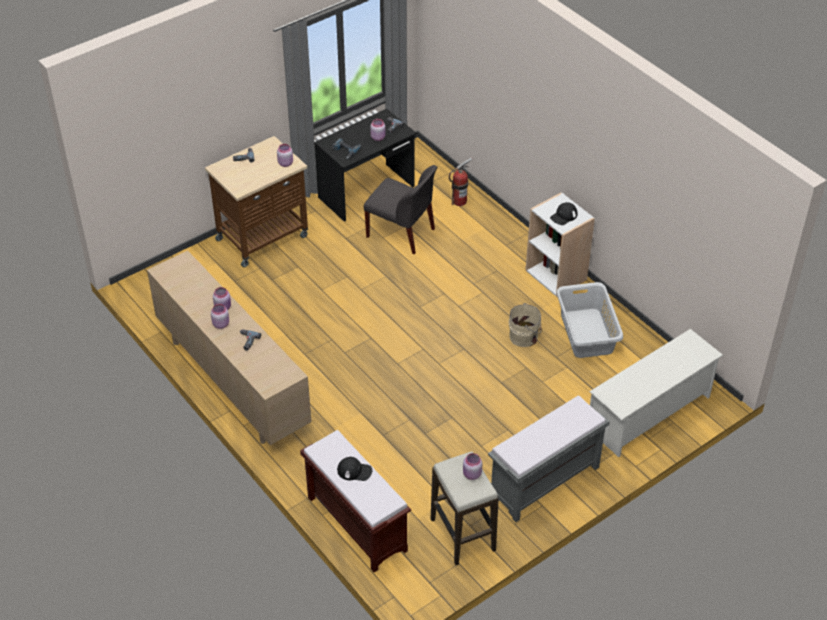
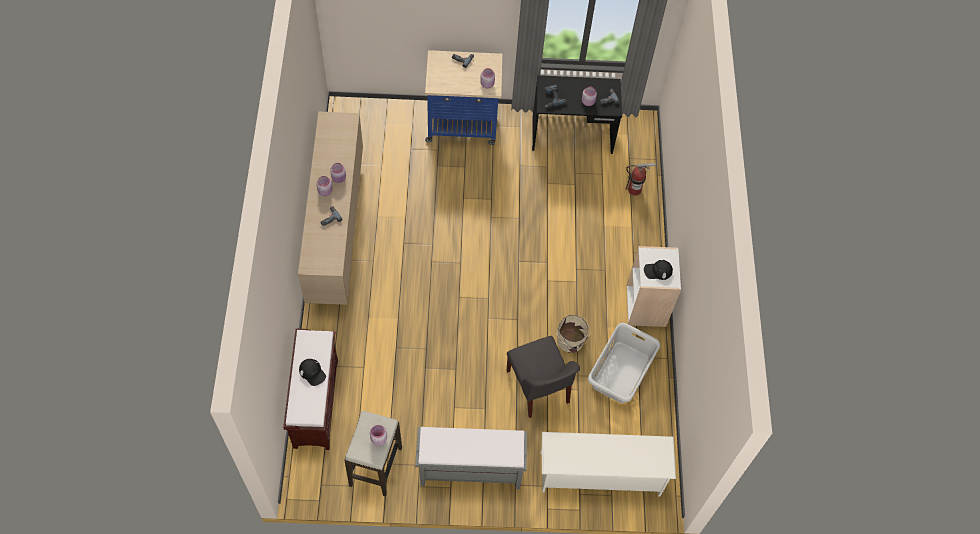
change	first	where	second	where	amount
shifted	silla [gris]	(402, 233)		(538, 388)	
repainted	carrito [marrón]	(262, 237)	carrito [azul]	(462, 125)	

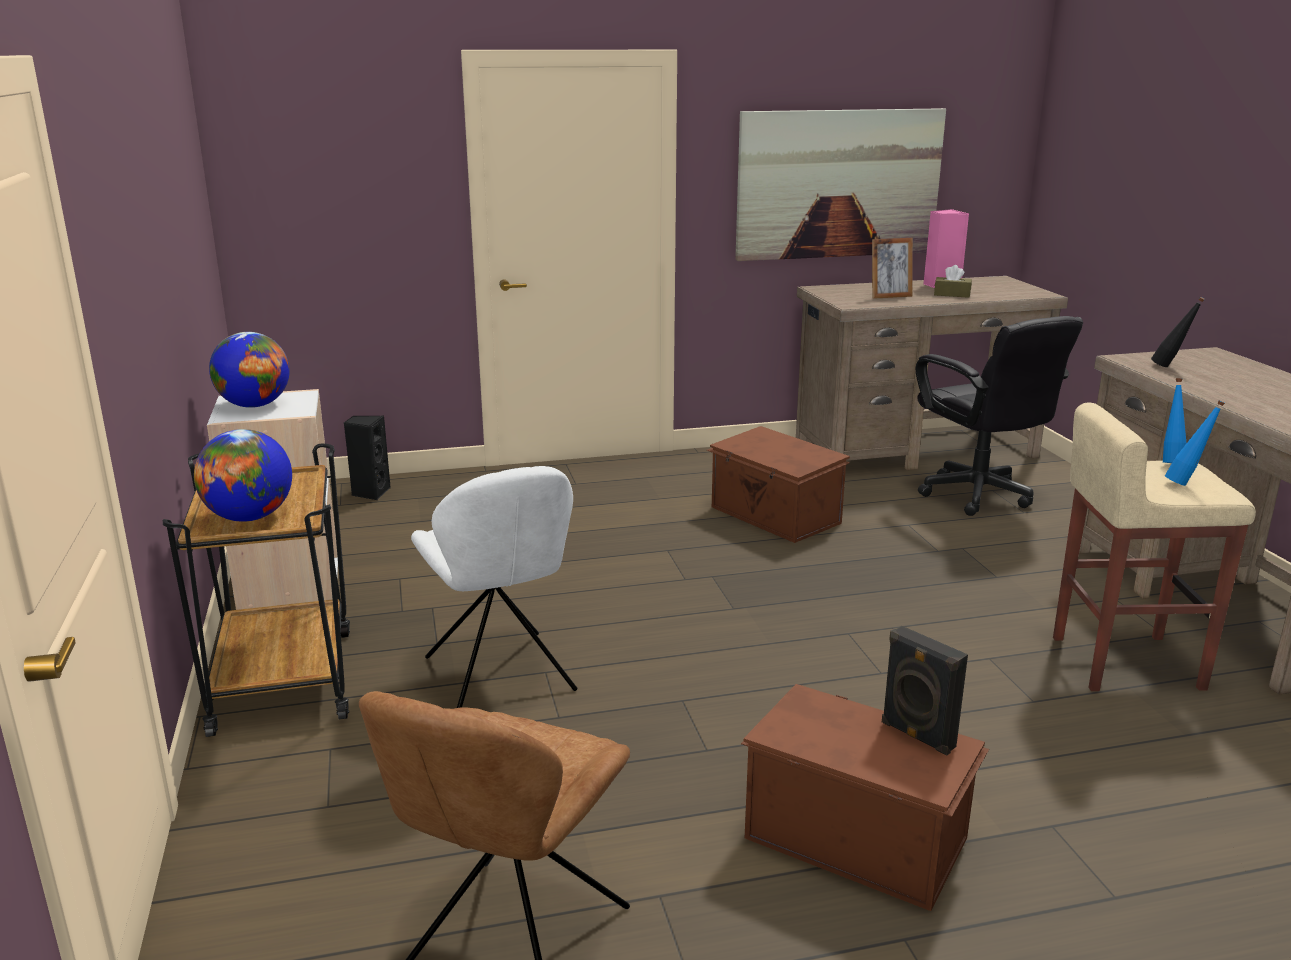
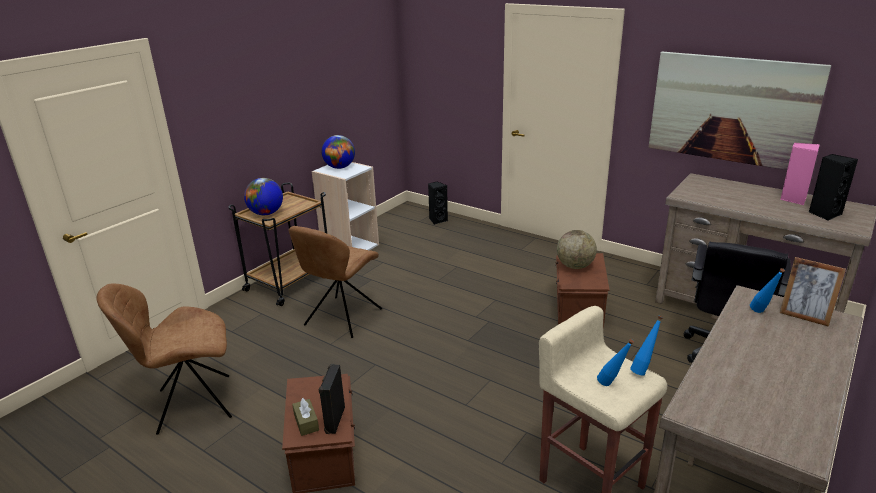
change	first	where	second	where	amount
new			globo terráqueo	(575, 266)	
new			altavoz [negro]	(824, 214)	
shifted	portarretratos	(890, 296)		(804, 316)	
shifted	caja de pañuelos [marrón]	(952, 294)		(306, 422)	
repainted	silla [blanco]	(501, 677)	silla [marrón]	(341, 318)	
repainted	botella [negro]	(1170, 367)	botella [azul]	(761, 313)	

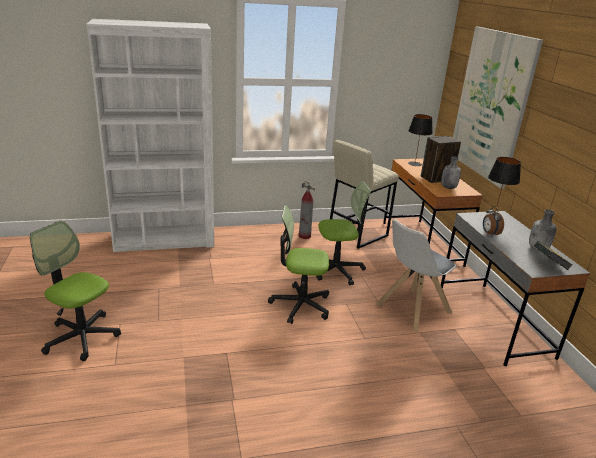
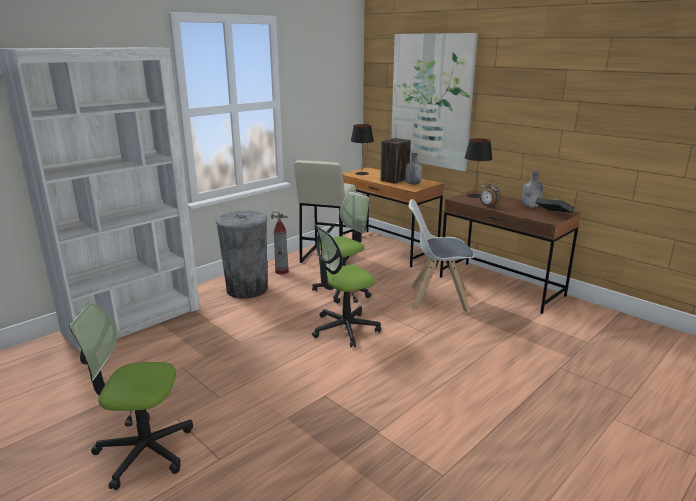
change	first	where	second	where	amount
new			papelera [gris]	(247, 289)	
repainted	escritorio [gris]	(493, 321)	escritorio [marrón]	(500, 286)	
rotated	silla	(412, 309)		(436, 298)	75 degrees clockwise

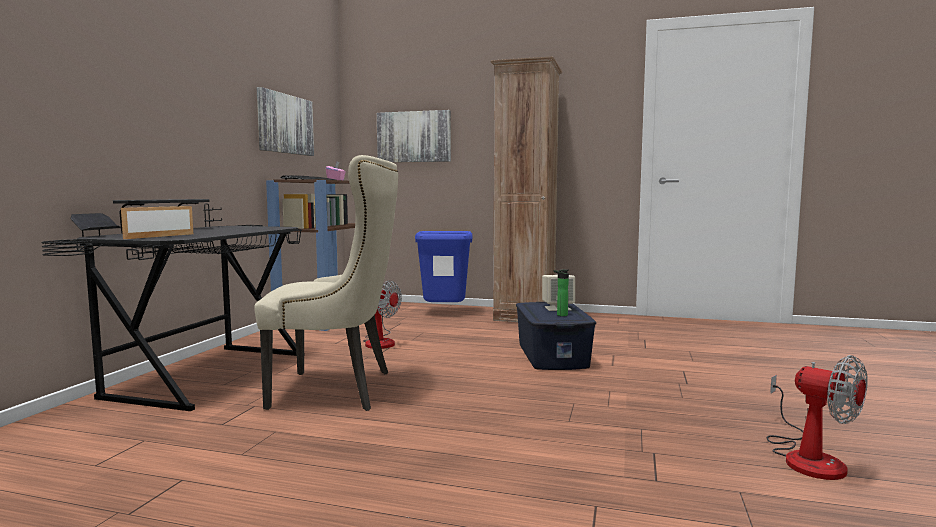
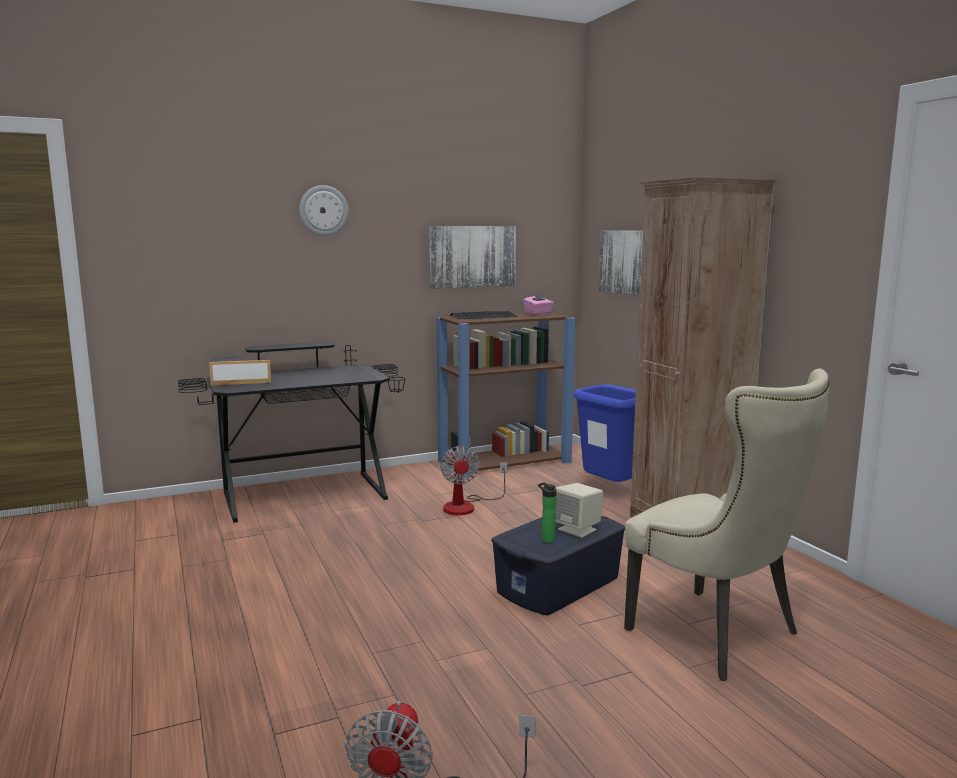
change	first	where	second	where	amount
new			reloj de pared	(323, 210)	
shifted	silla [beis]	(336, 390)		(715, 634)	

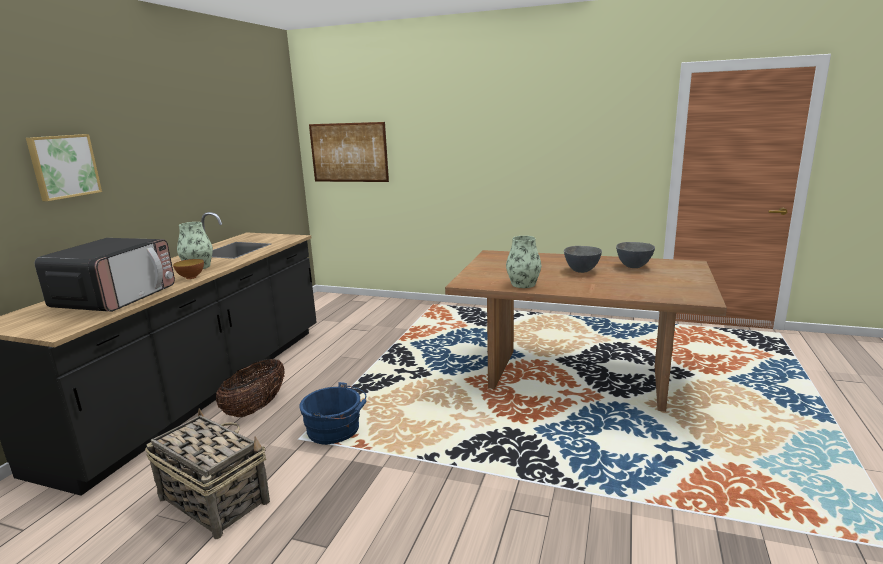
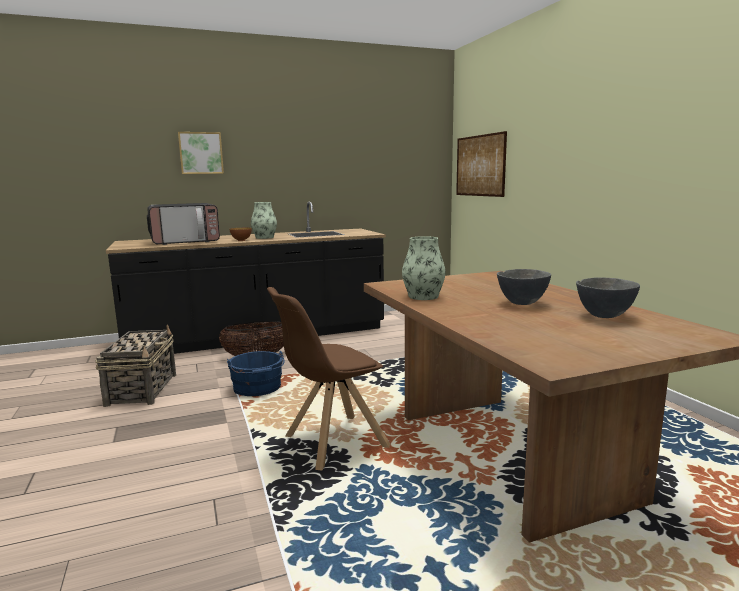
change	first	where	second	where	amount
new			silla [marrón]	(331, 443)	

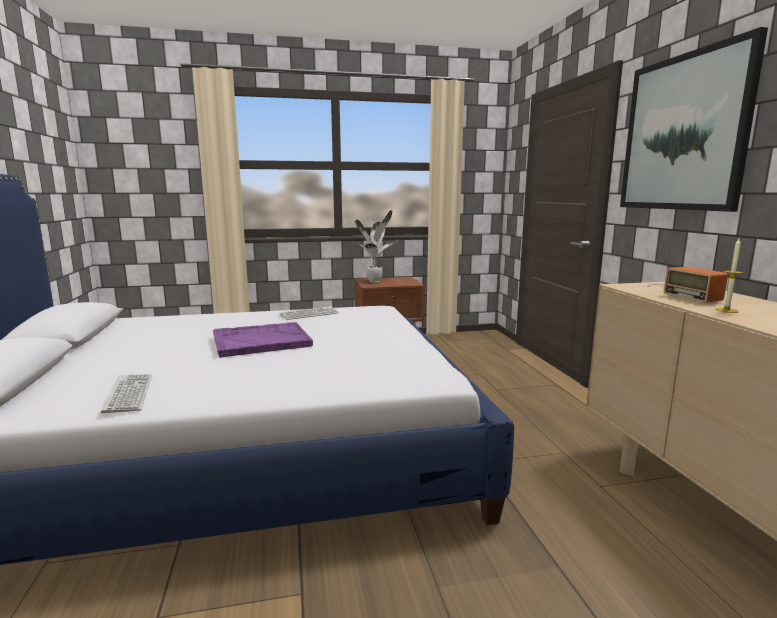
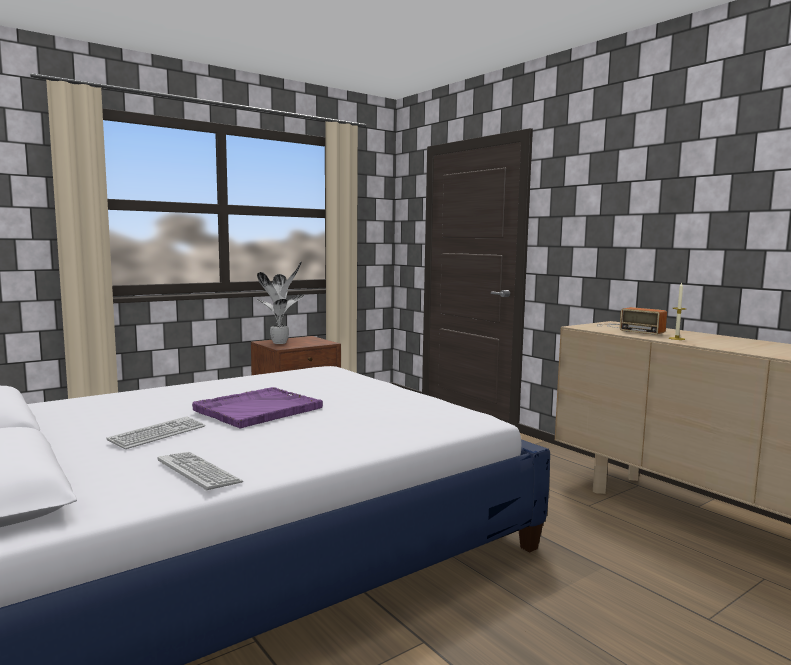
change	first	where	second	where	amount
gone	cuadro	(683, 133)			
shifted	teclado	(309, 314)		(158, 434)	

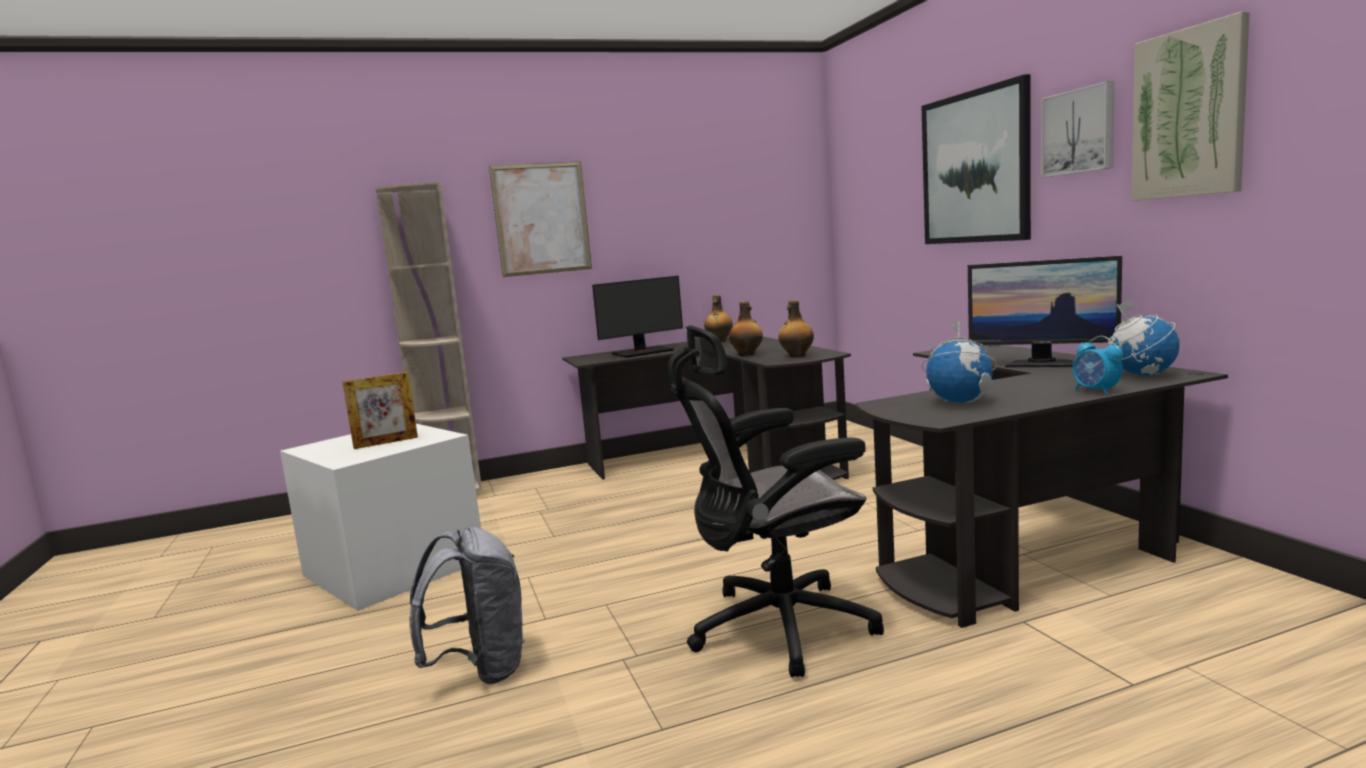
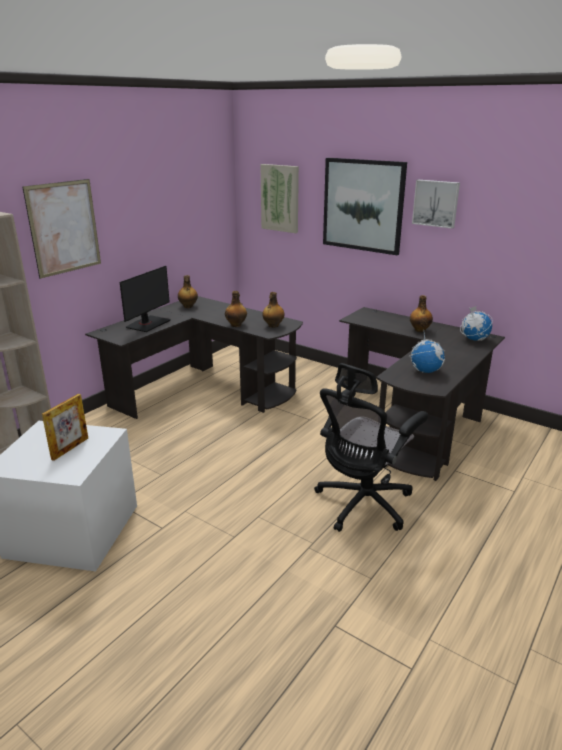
change	first	where	second	where	amount
gone	mochila [gris]	(480, 669)			
gone	despertador	(1096, 391)			
shifted	cuadro	(1189, 114)		(280, 198)	
swapped	monitor	(1041, 364)	botella	(419, 330)	

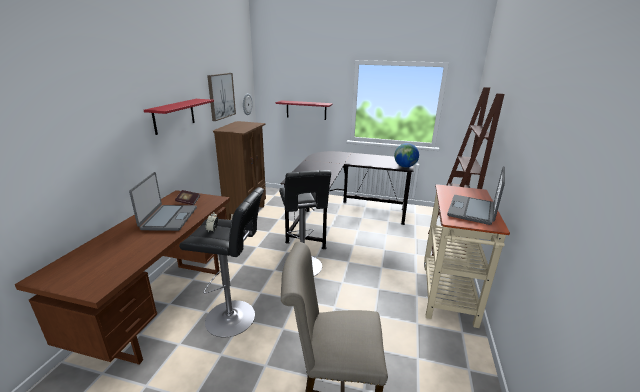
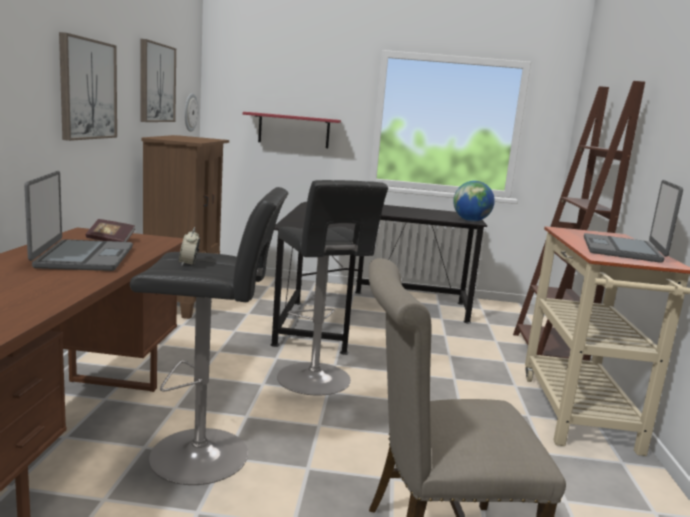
change	first	where	second	where	amount
swapped	estante [rojo]	(174, 116)	cuadro	(87, 89)	

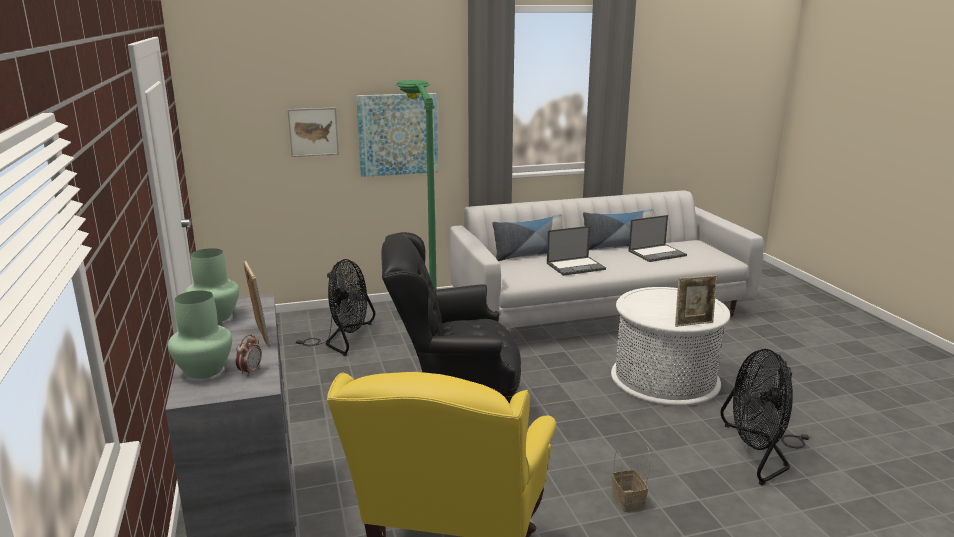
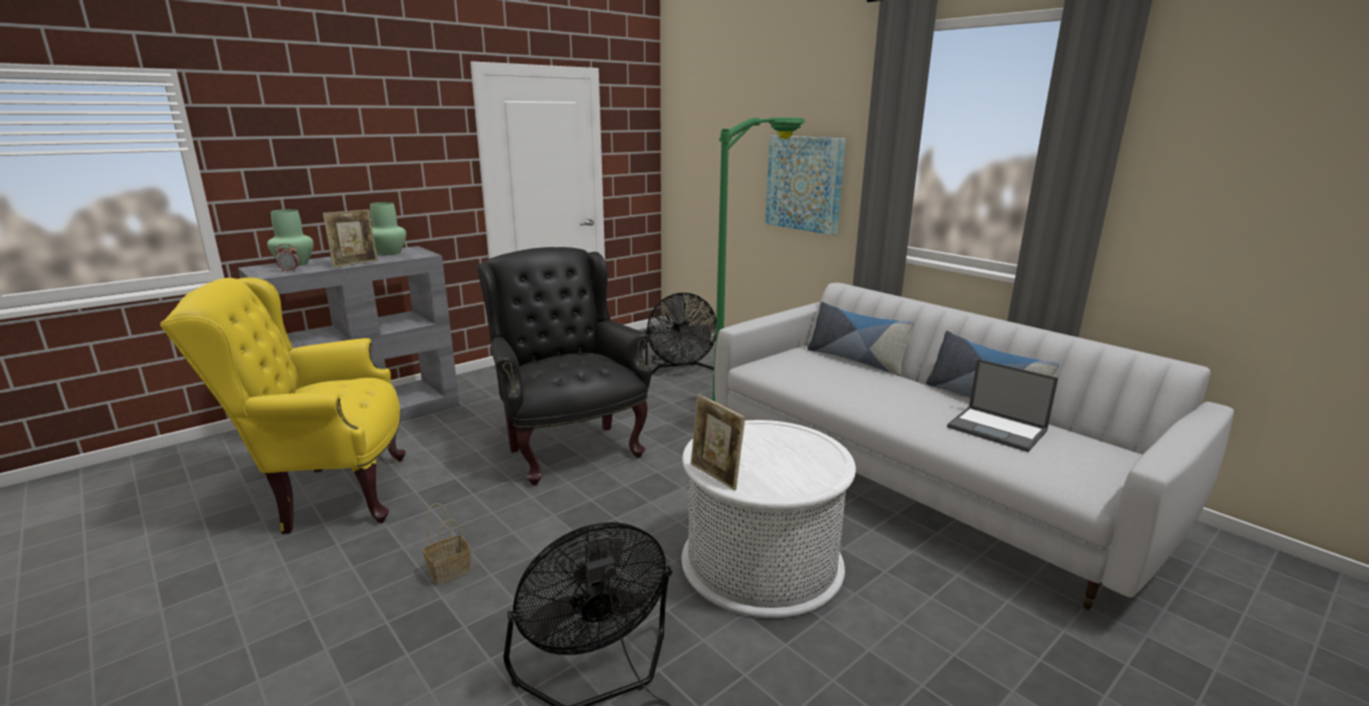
change	first	where	second	where	amount
gone	cuadro	(313, 132)			
gone	portátil	(576, 266)			

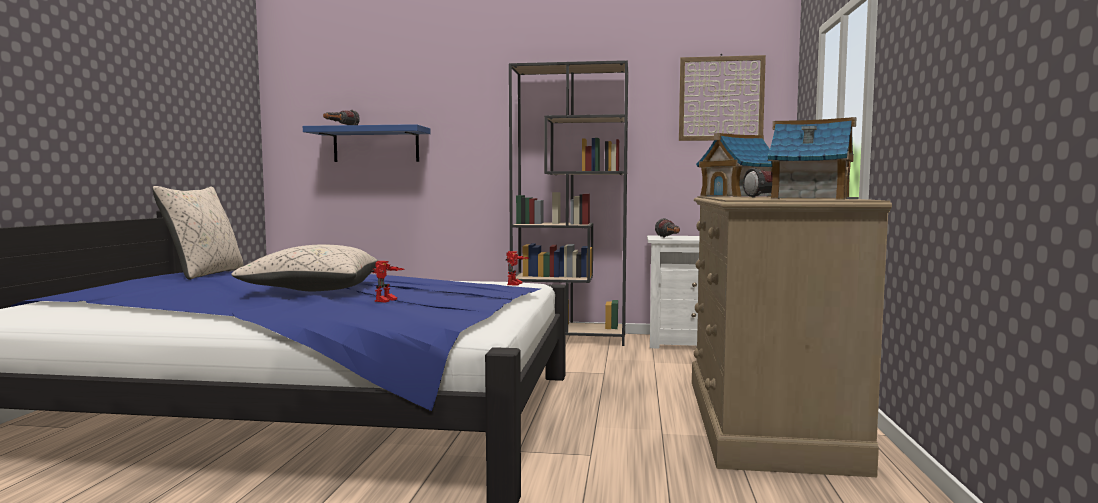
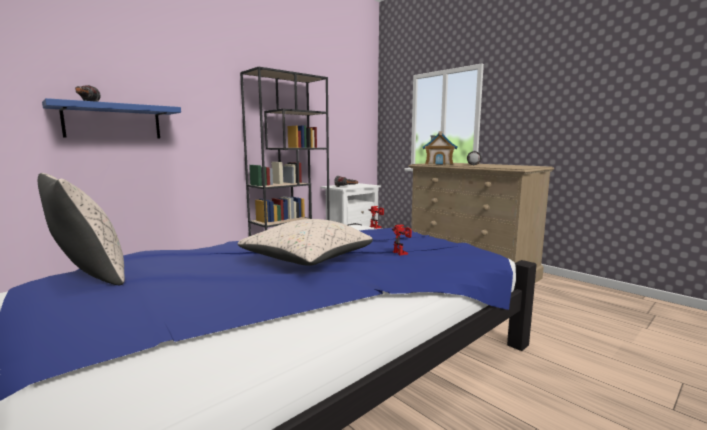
change	first	where	second	where	amount
gone	cuadro	(721, 97)			
gone	casita	(810, 198)			

